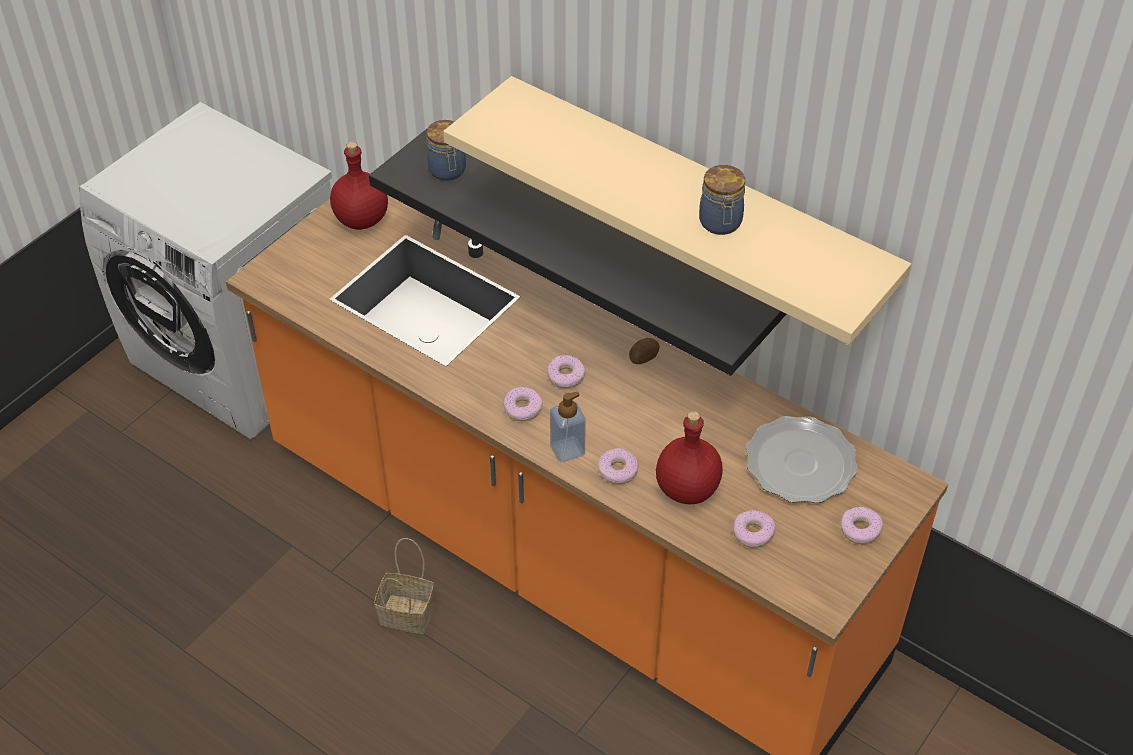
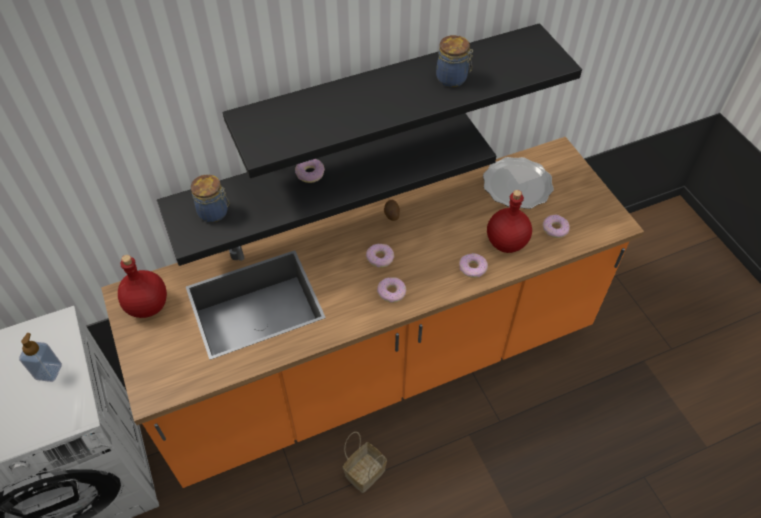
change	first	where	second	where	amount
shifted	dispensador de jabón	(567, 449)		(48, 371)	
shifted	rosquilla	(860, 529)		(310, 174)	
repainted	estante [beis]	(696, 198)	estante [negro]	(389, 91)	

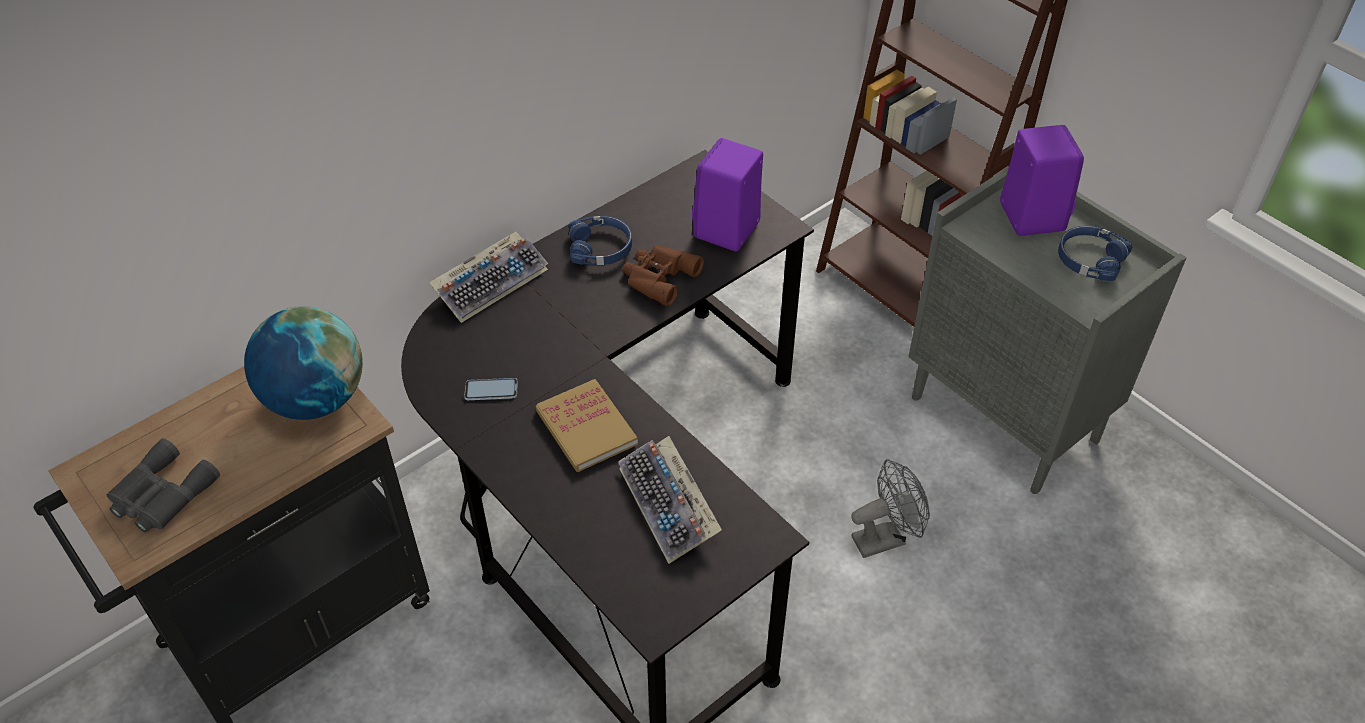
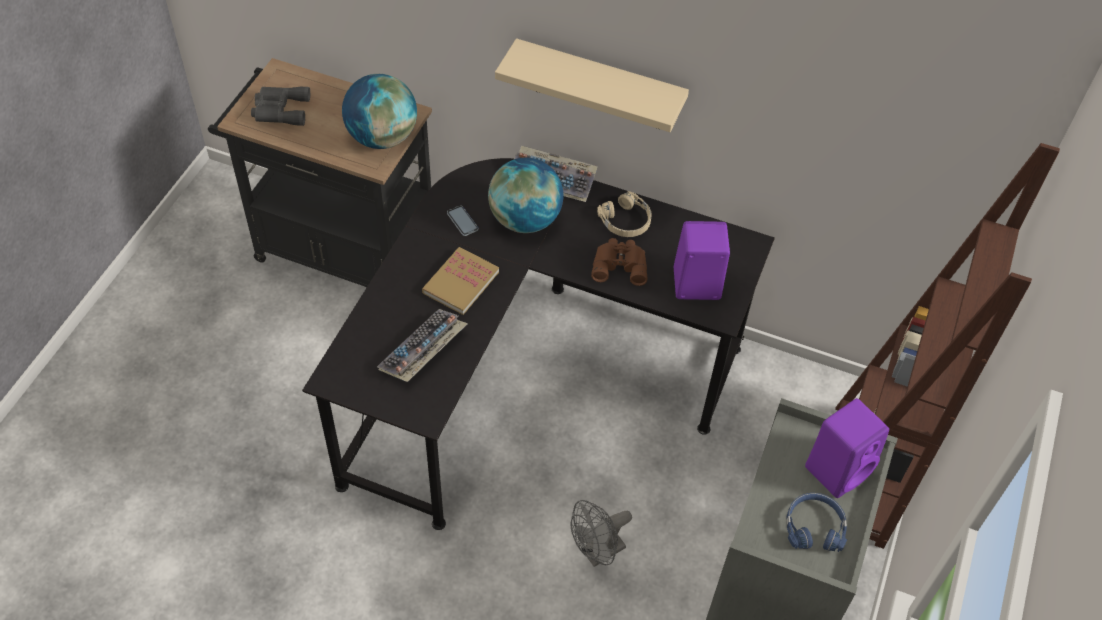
change	first	where	second	where	amount
new			globo terráqueo	(525, 220)	
new			estante [beis]	(599, 86)	
repainted	auriculares [azul]	(601, 248)	auriculares [beis]	(626, 221)	
rotated	ventilador [gris]	(885, 538)		(597, 553)	105 degrees clockwise

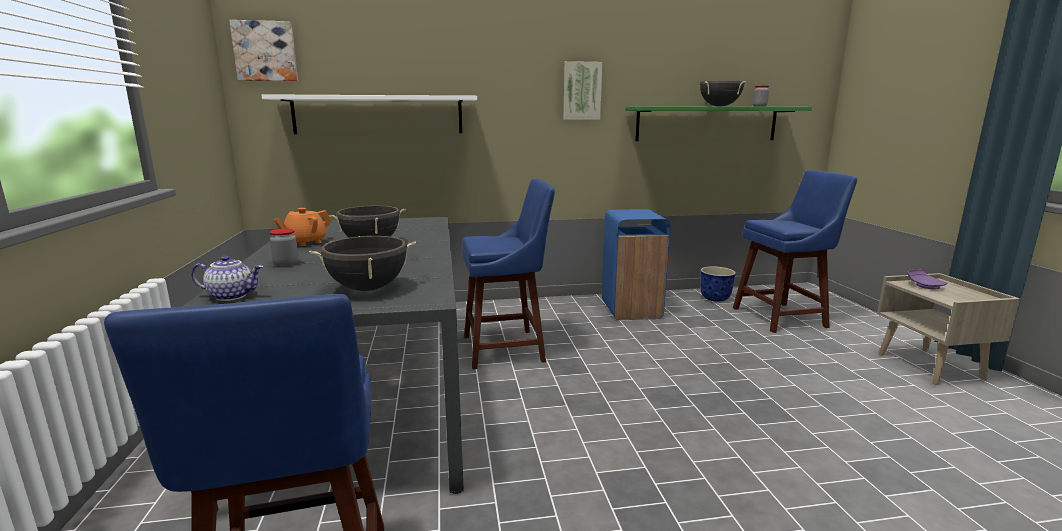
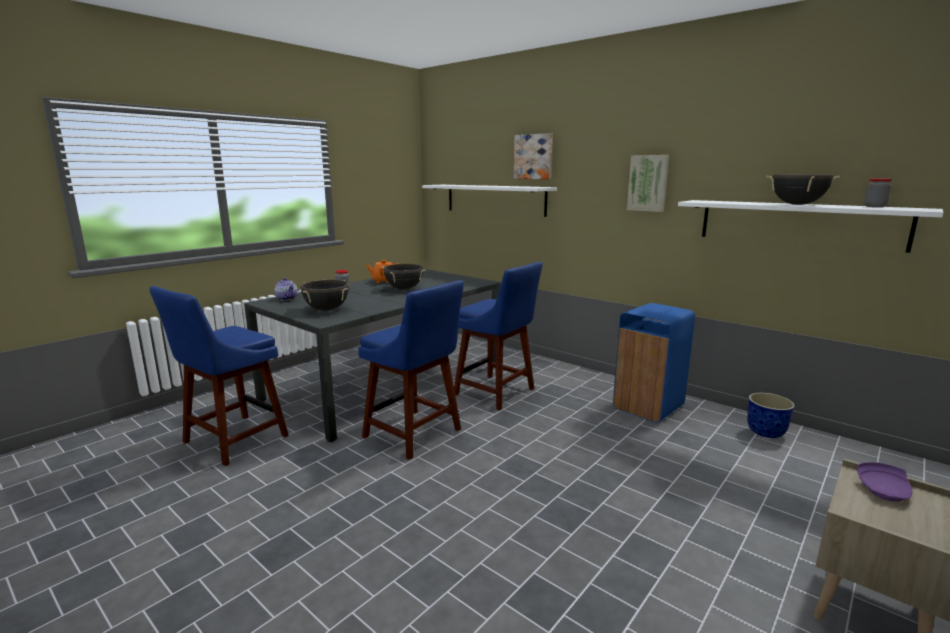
change	first	where	second	where	amount
shifted	cuadro	(265, 51)		(534, 157)	
shifted	silla [azul]	(783, 317)		(415, 435)	
repainted	estante [verde]	(707, 124)	estante [blanco]	(798, 224)	

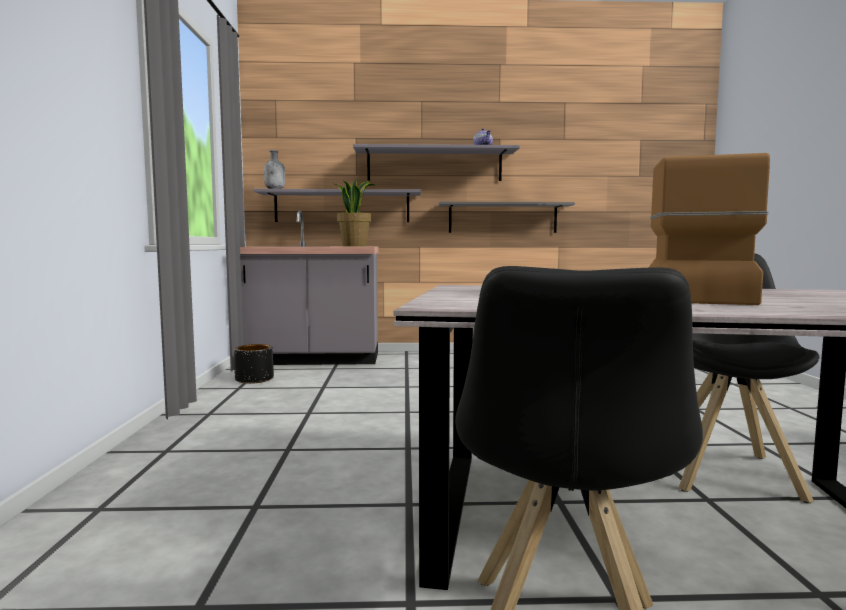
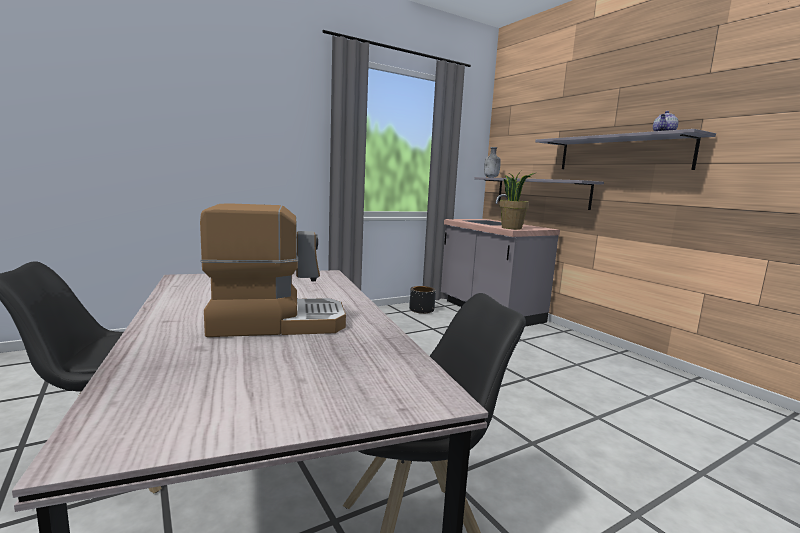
change	first	where	second	where	amount
gone	estante [gris]	(502, 218)			

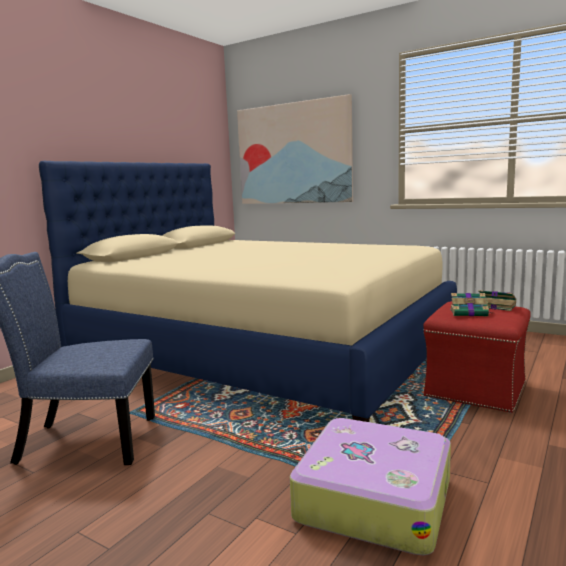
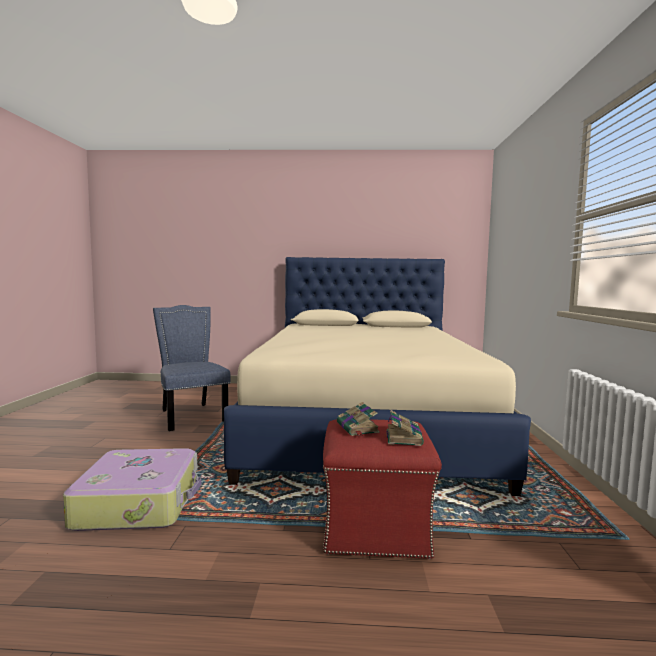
change	first	where	second	where	amount
gone	cuadro	(293, 153)			

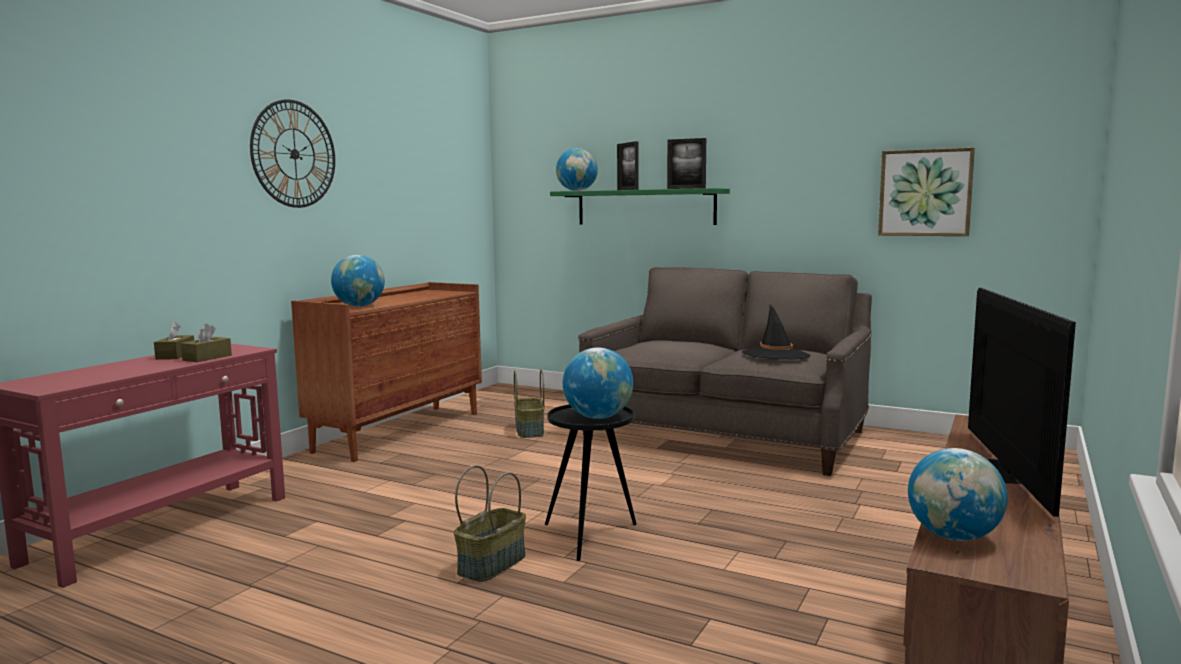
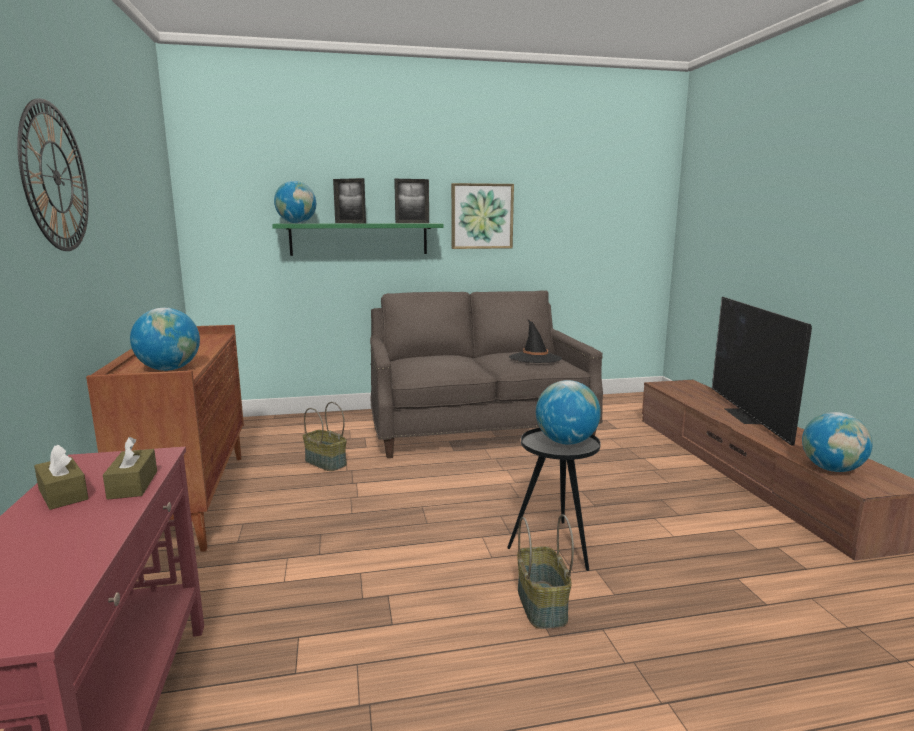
change	first	where	second	where	amount
shifted	cuadro	(925, 193)		(481, 216)	
rotated	televisor	(1004, 470)		(747, 416)	150 degrees counterclockwise

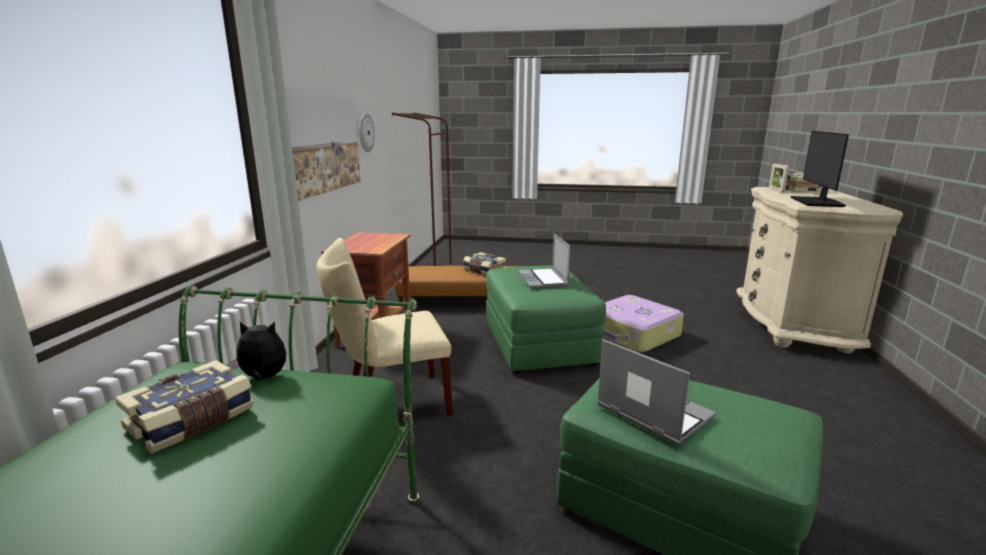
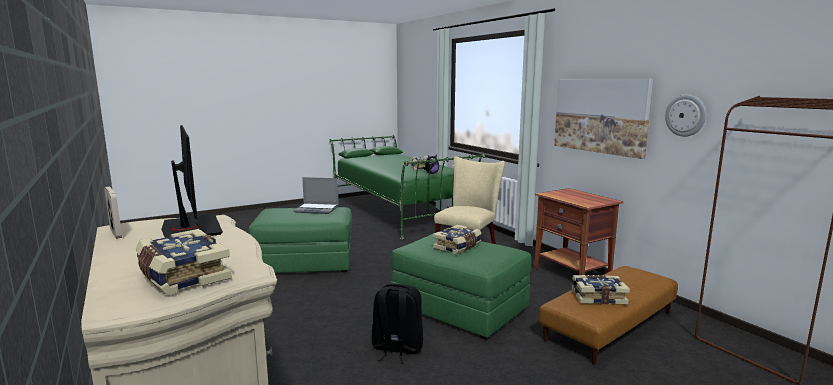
change	first	where	second	where	amount
shifted	portarretratos	(776, 190)		(116, 233)	
swapped	portátil	(543, 280)	libro	(458, 247)	
swapped	maleta	(633, 334)	mochila [negro]	(397, 349)	

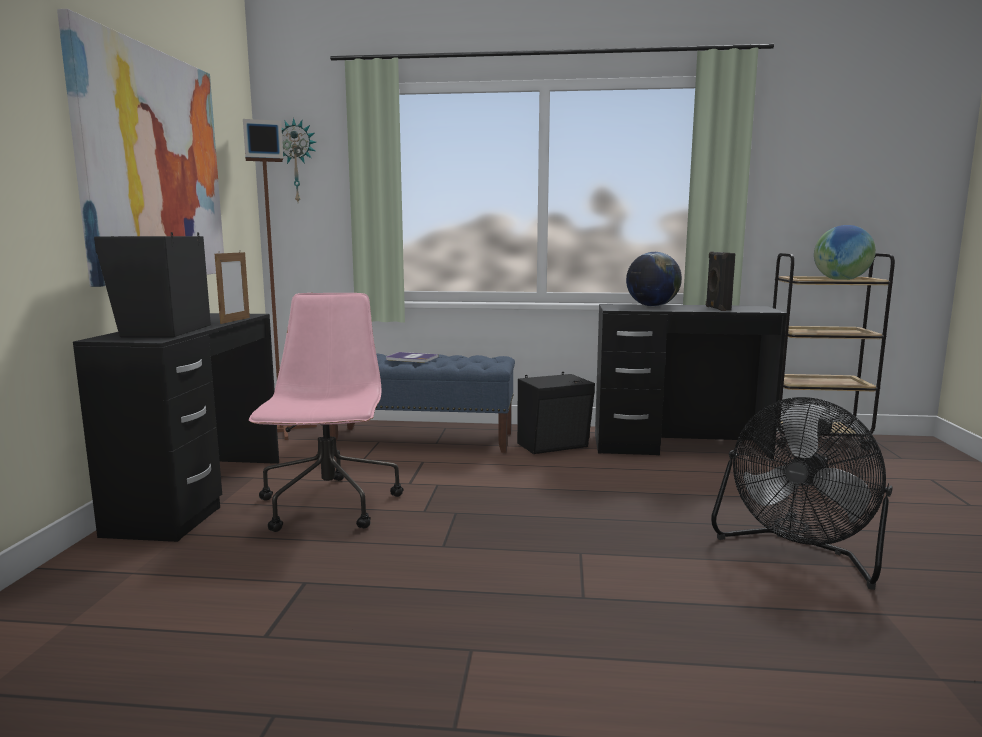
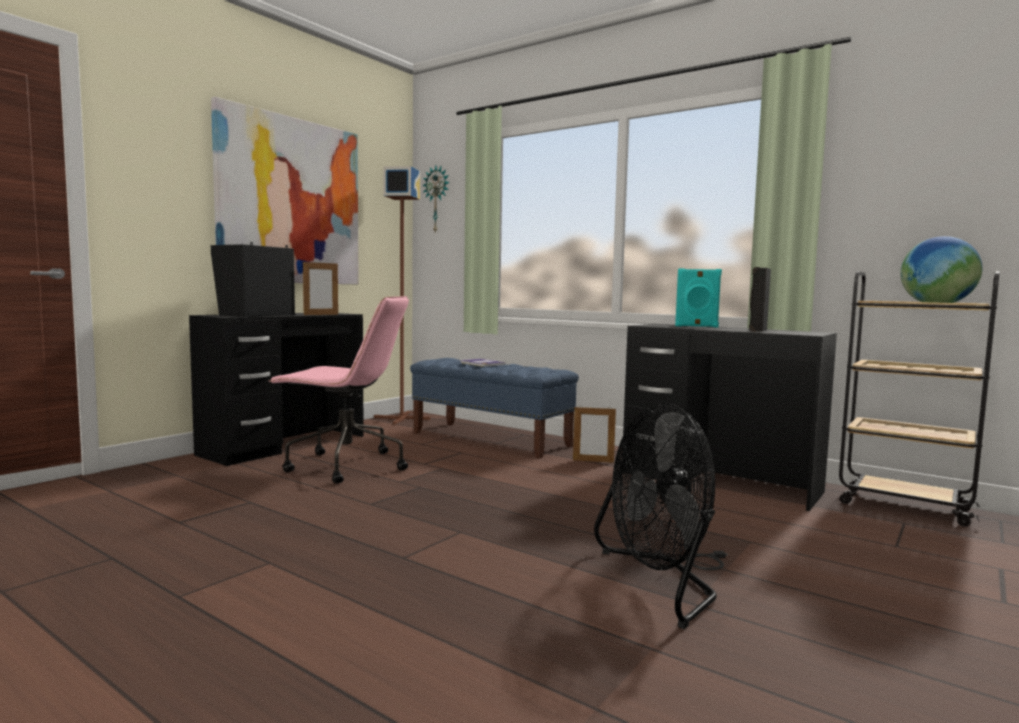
change	first	where	second	where	amount
swapped	altavoz [negro]	(555, 446)	portarretratos	(593, 461)	
swapped	globo terráqueo	(652, 306)	altavoz [turquesa]	(696, 326)	
rotated	silla de oficina [rosa]	(329, 506)		(345, 466)	75 degrees clockwise

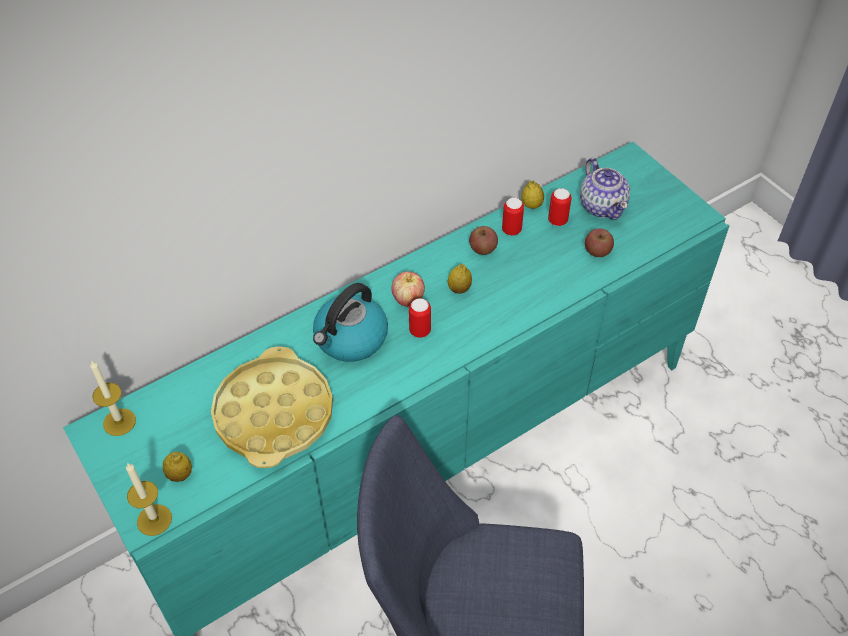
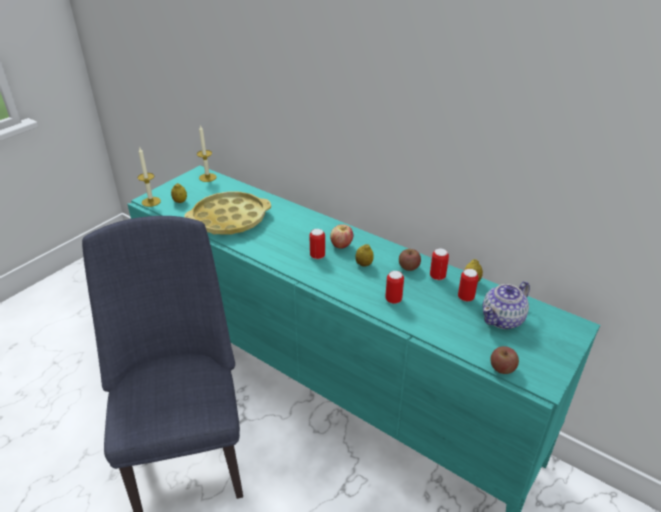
change	first	where	second	where	amount
gone	hervidor	(350, 339)			
new			lata	(393, 299)	
shifted	manzana	(597, 251)		(502, 368)	

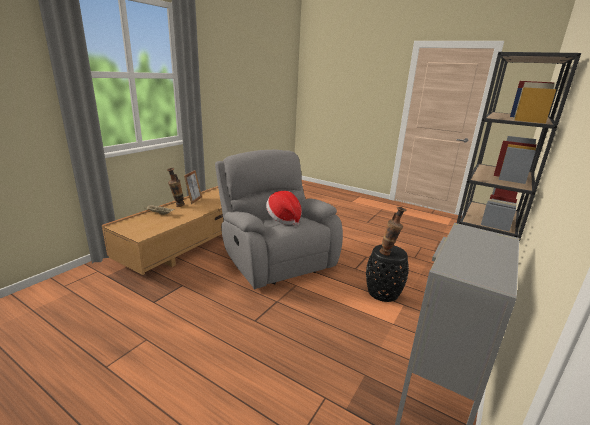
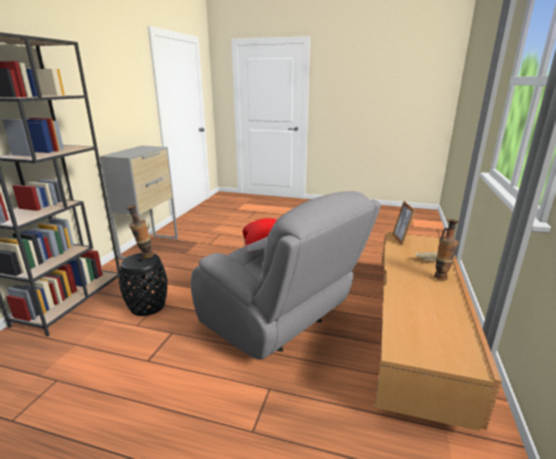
change	first	where	second	where	amount
shifted	portarretratos	(194, 200)		(400, 239)	

